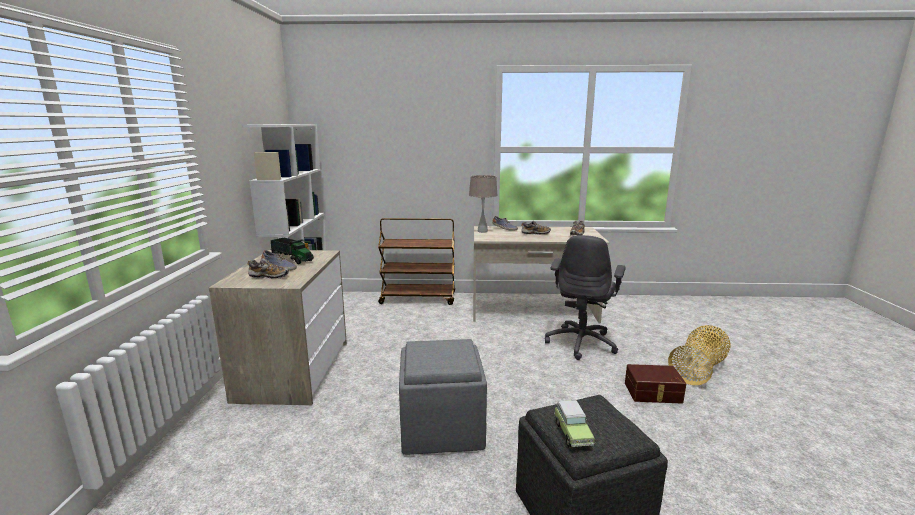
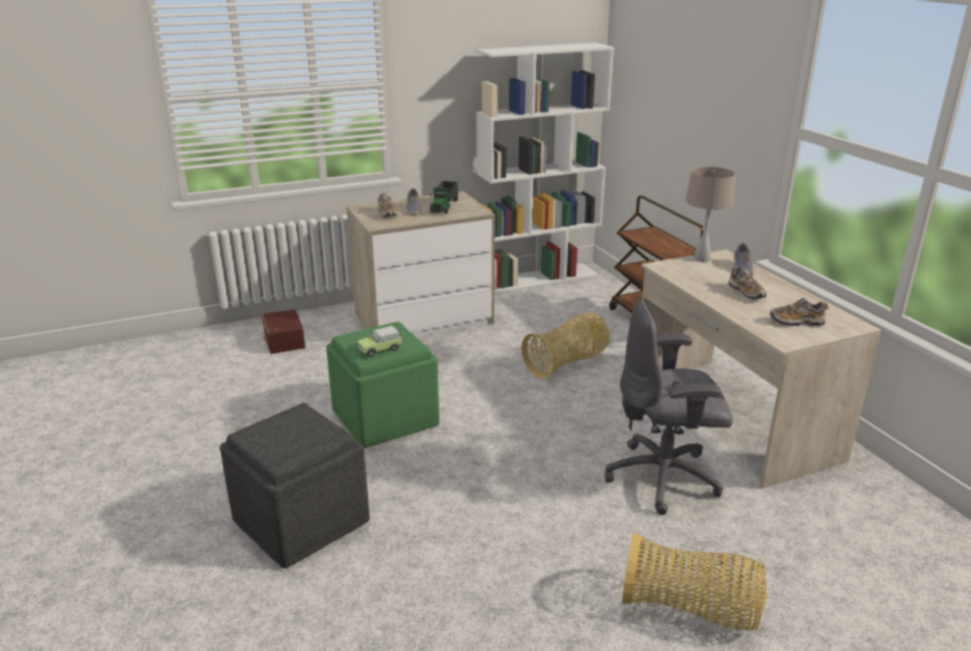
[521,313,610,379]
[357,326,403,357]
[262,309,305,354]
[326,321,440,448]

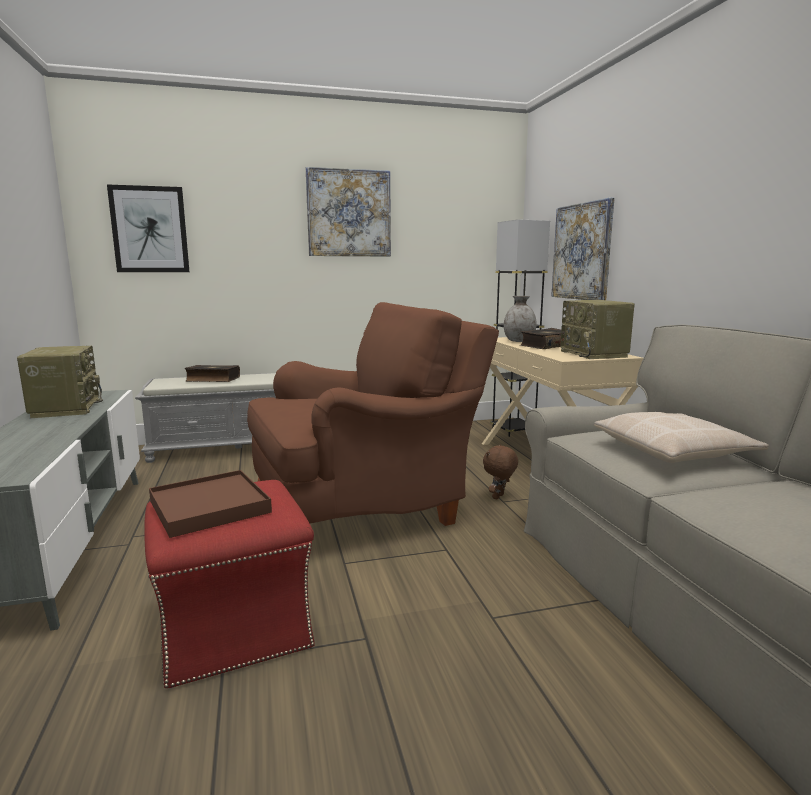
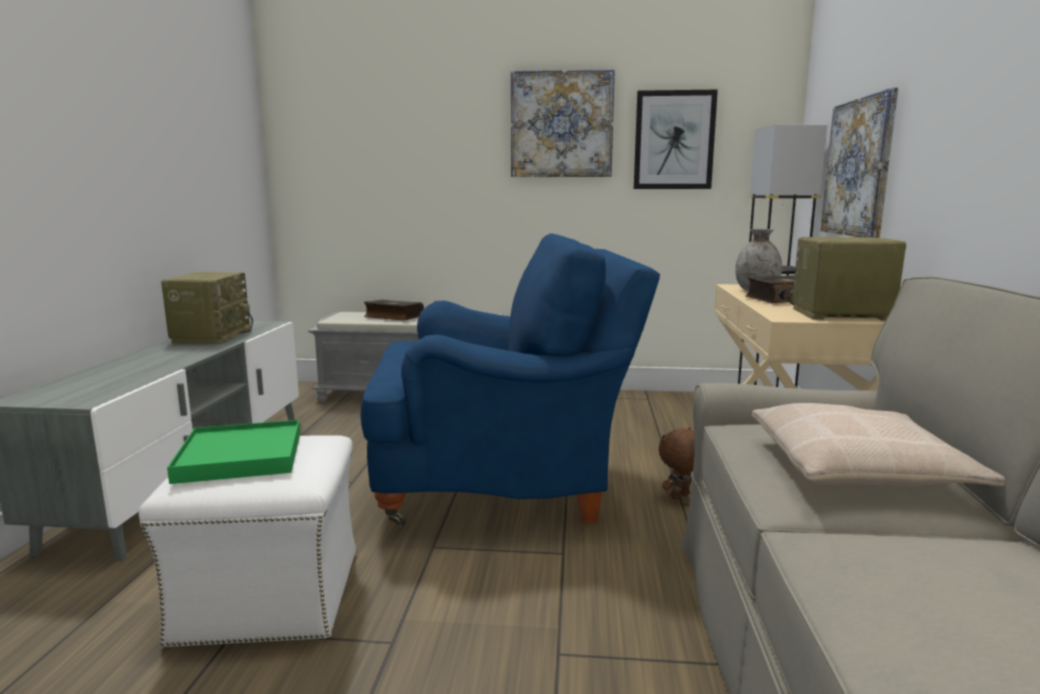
[634,90,718,189]
[139,435,357,647]
[167,420,300,484]
[361,233,660,527]
[788,237,906,321]

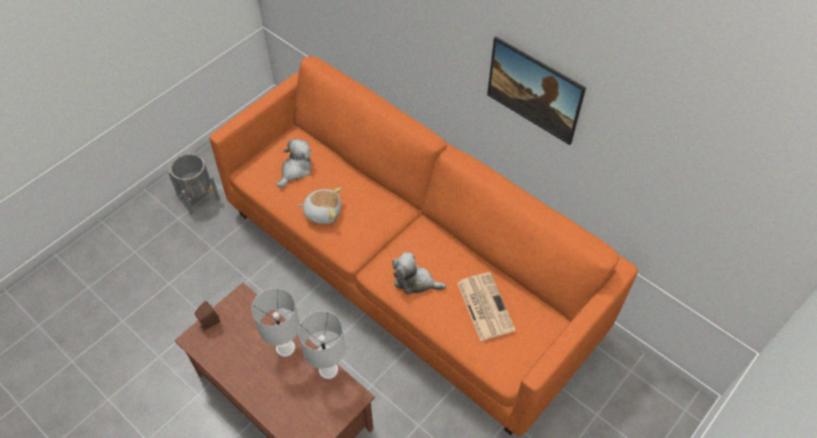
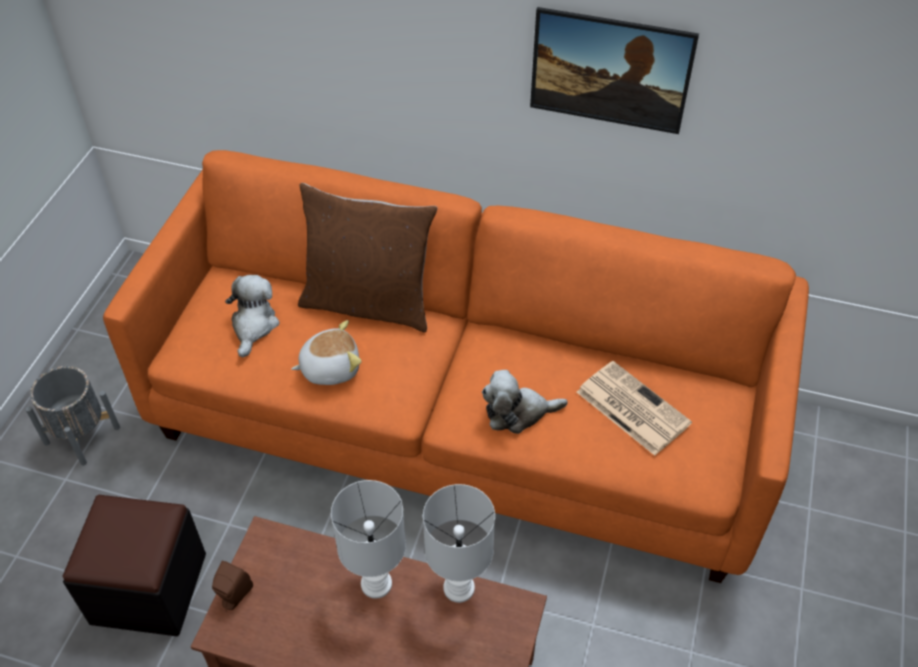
[62,495,206,636]
[298,183,437,332]

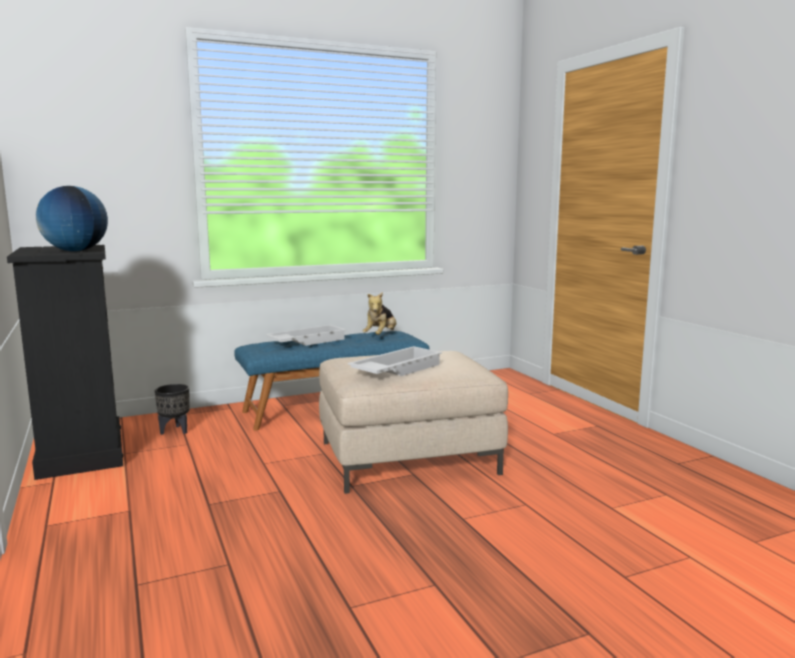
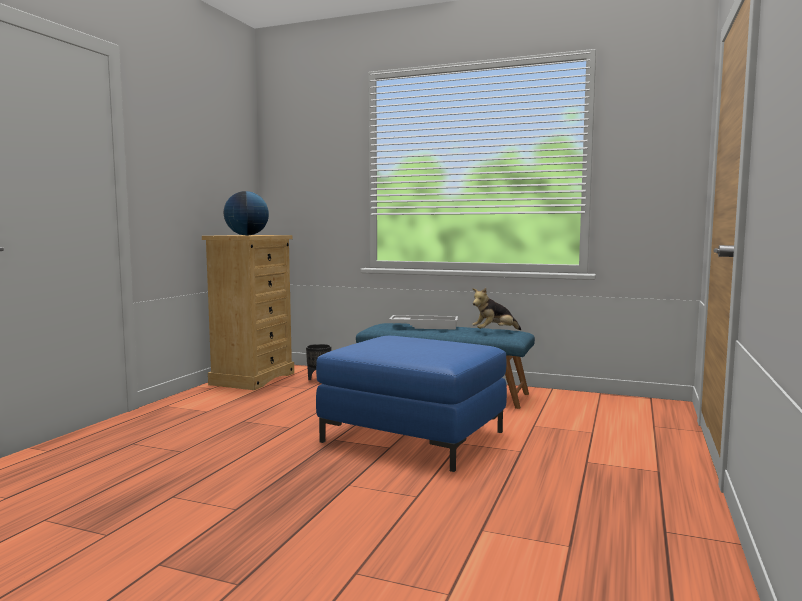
[348,346,442,376] (first image)
[202,235,294,390]
[316,336,507,472]

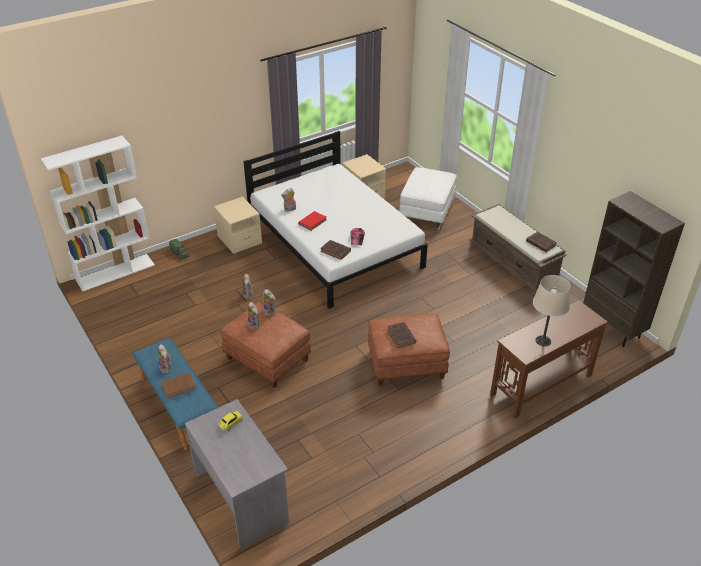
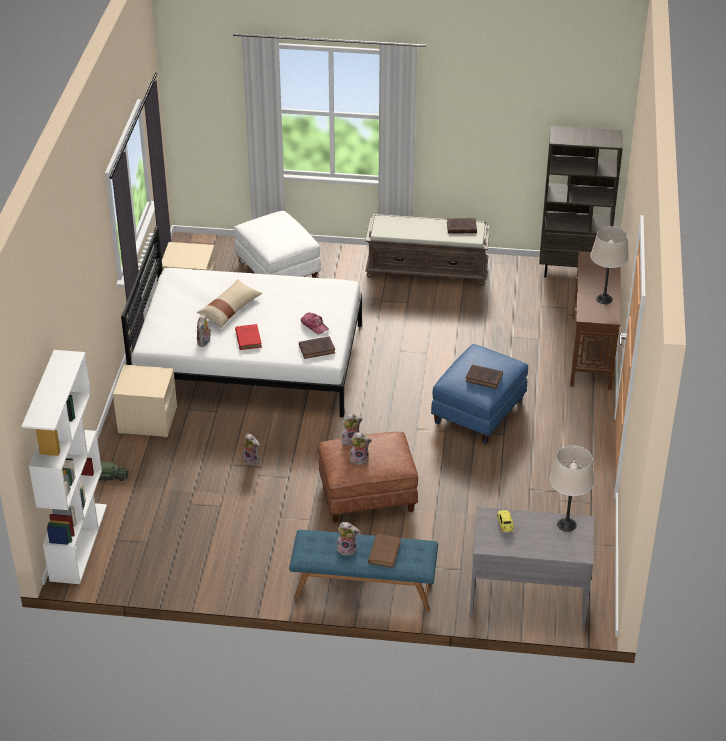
[197,279,262,328]
[550,445,594,532]
[431,344,528,444]

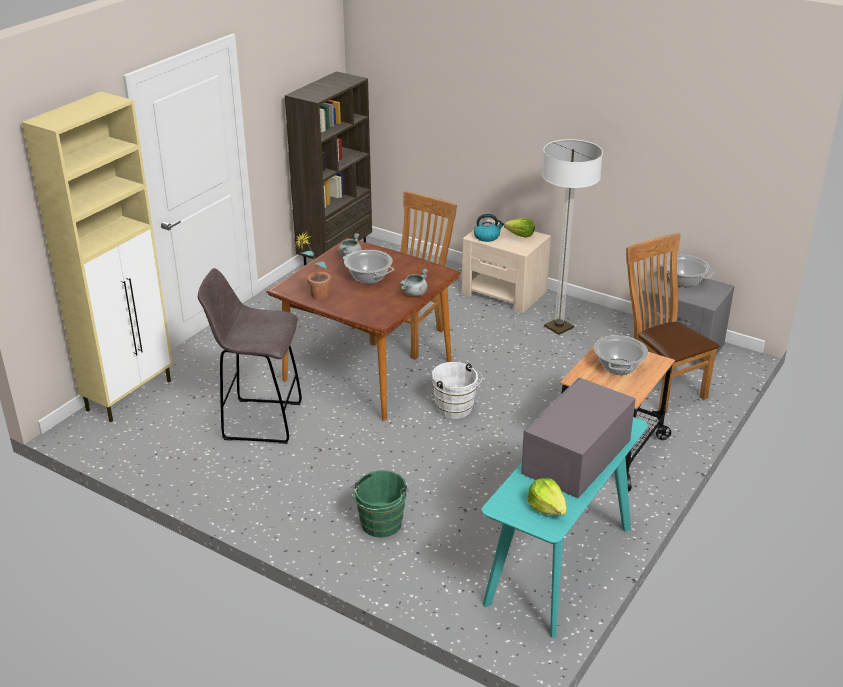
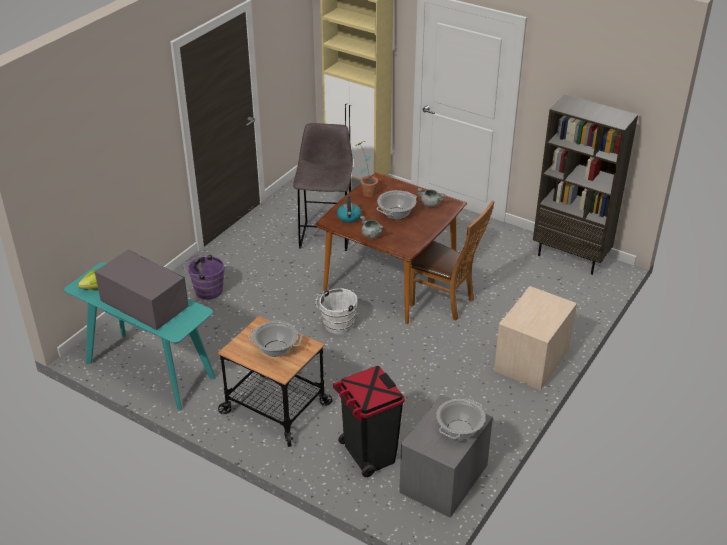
[504,218,535,238] (first image)
[542,139,603,335] (first image)
[337,196,361,223]
[333,366,405,477]
[184,254,225,300]

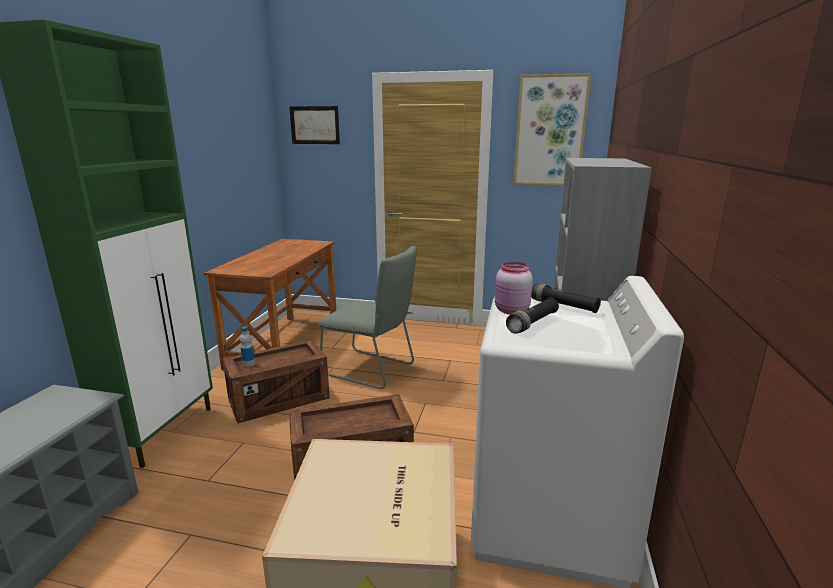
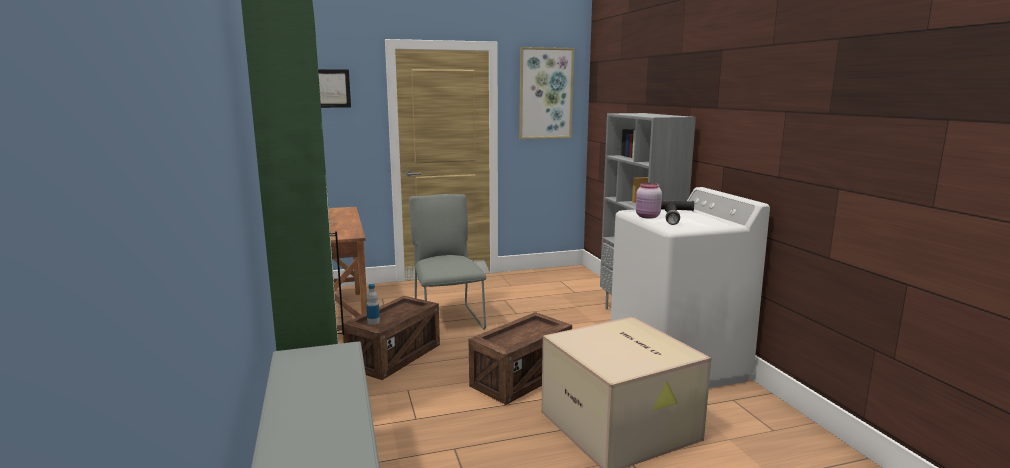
[409,194,487,330]

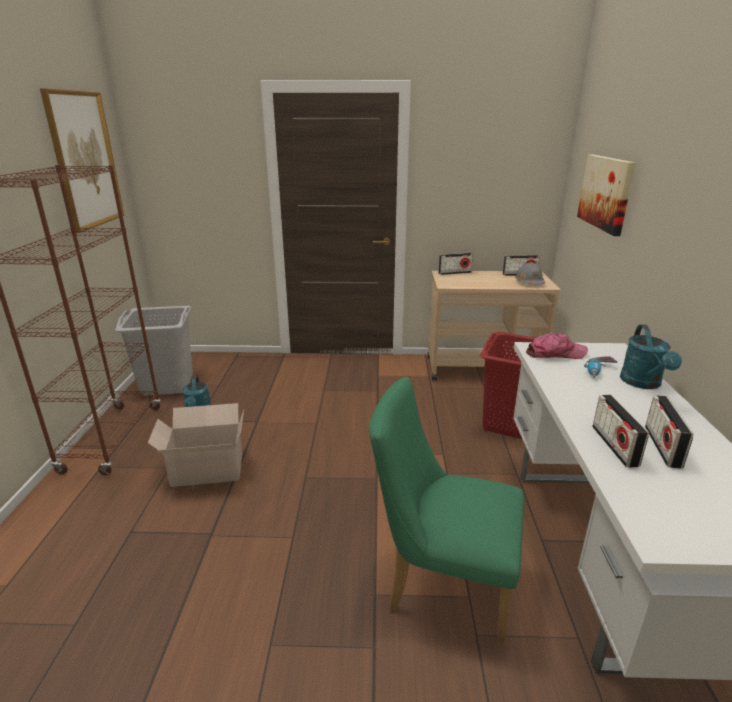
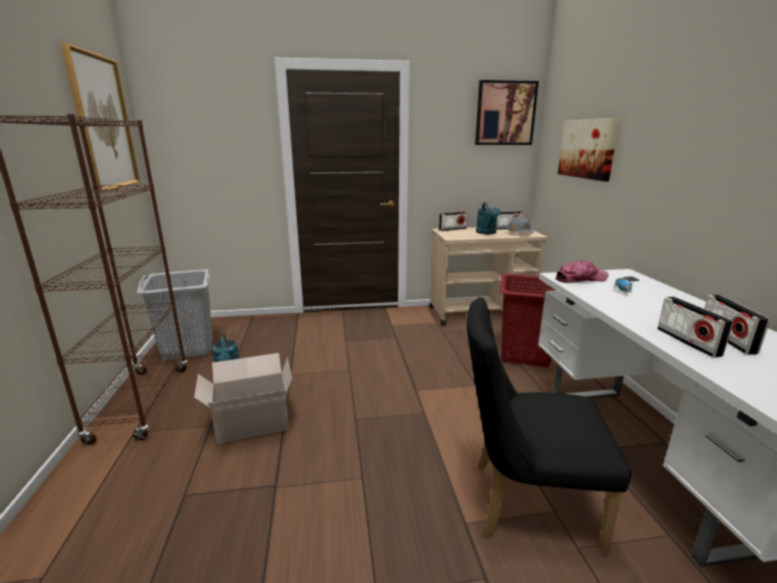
[475,80,539,145]
[476,203,500,235]
[467,297,631,555]

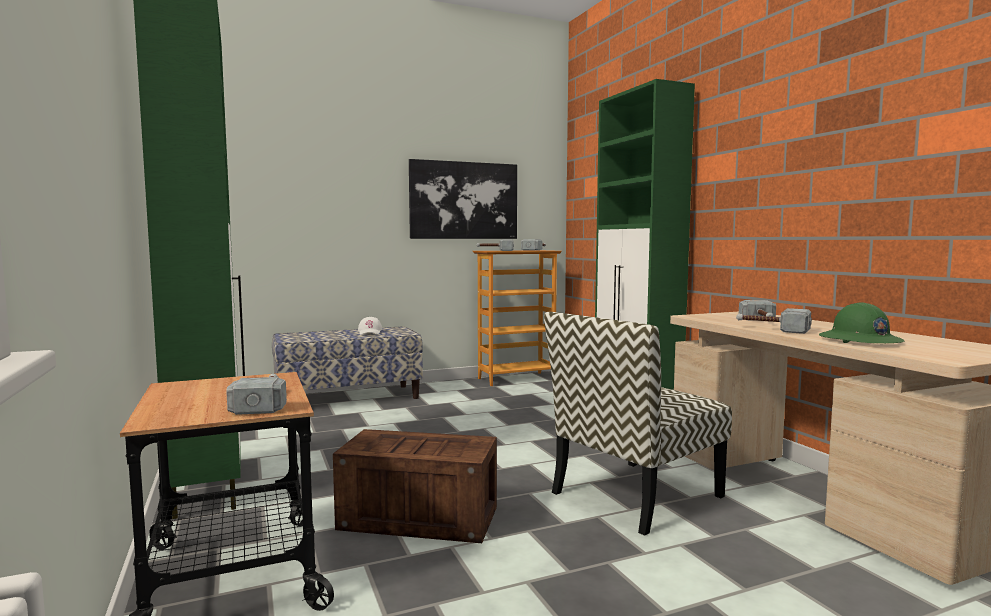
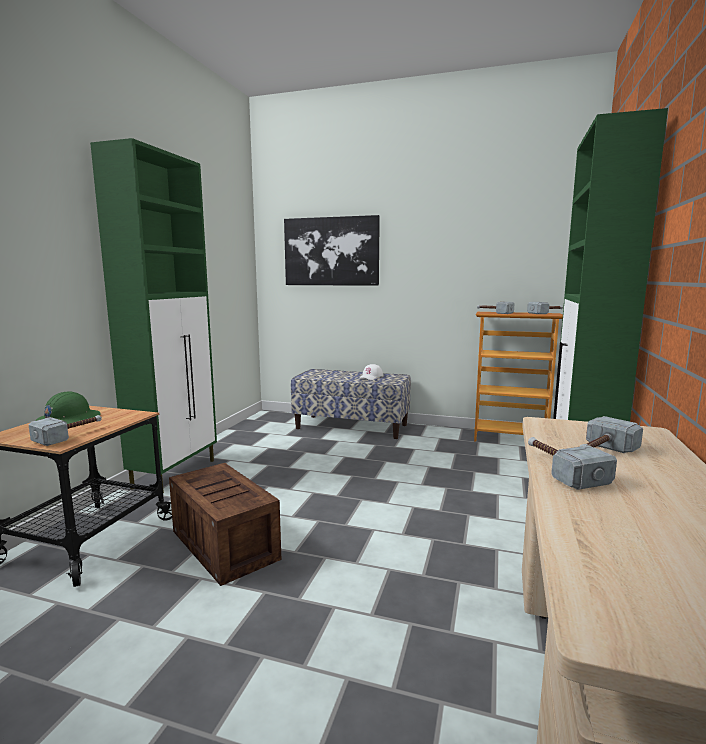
[544,312,732,536] (first image)
[284,215,380,286]
[35,392,101,424]

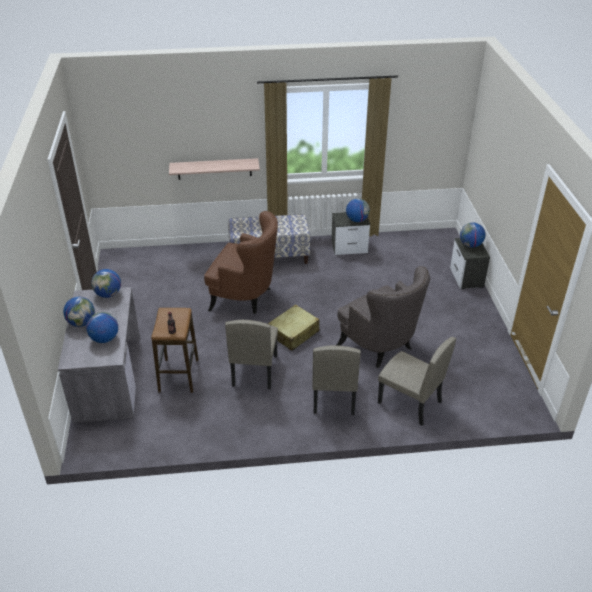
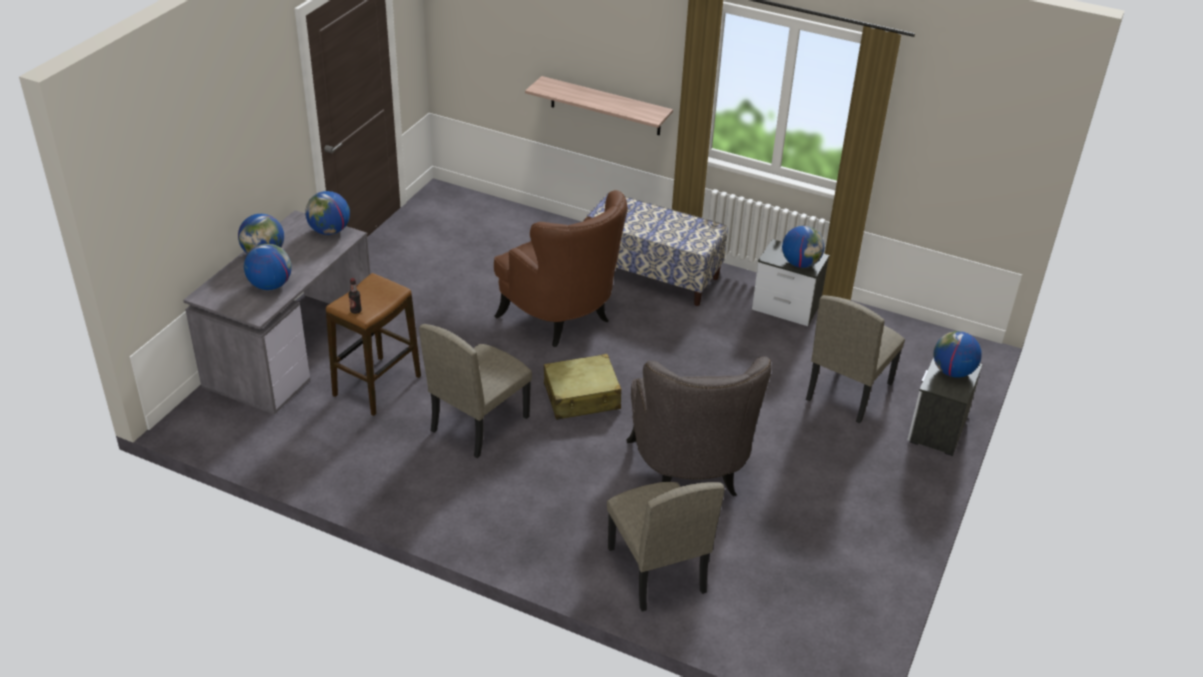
[806,295,905,423]

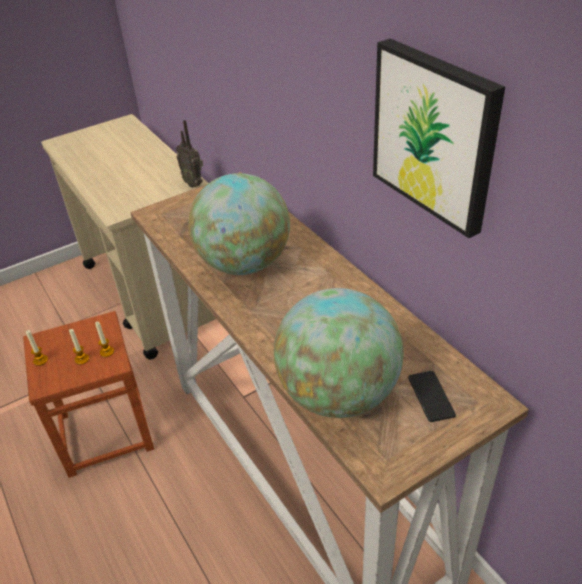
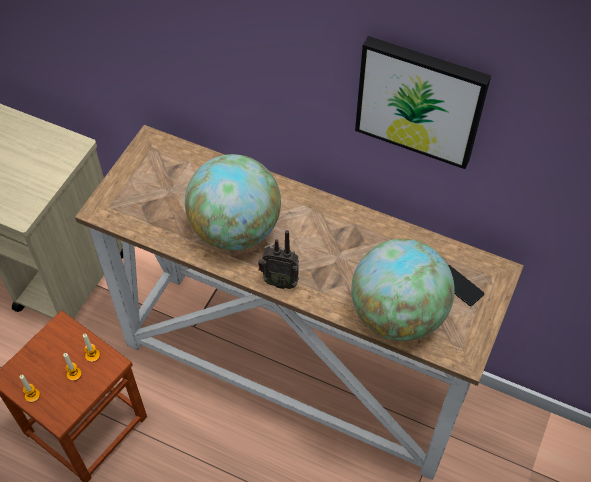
[258,230,299,289]

